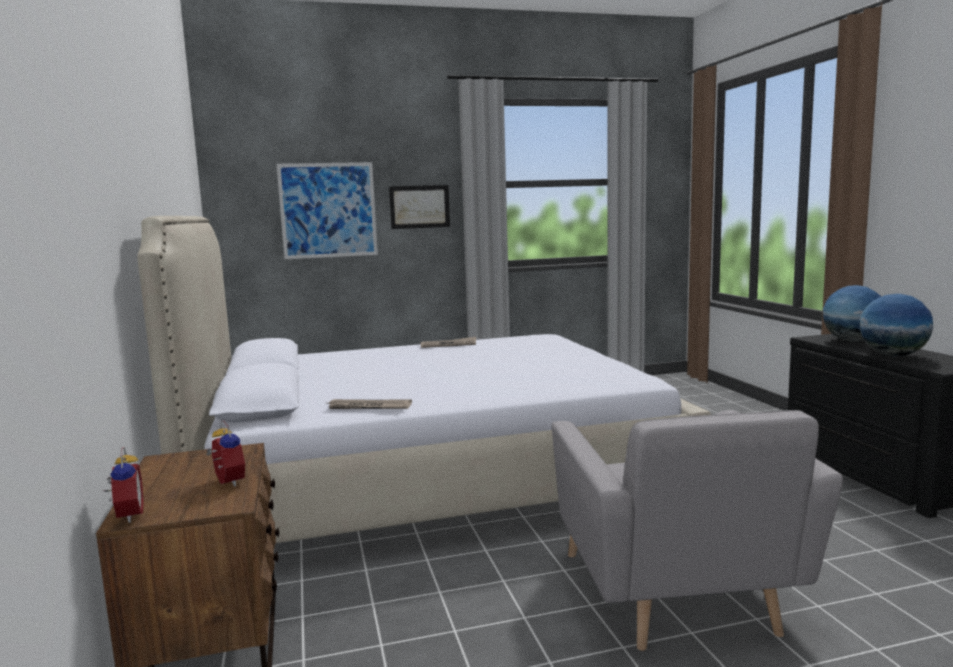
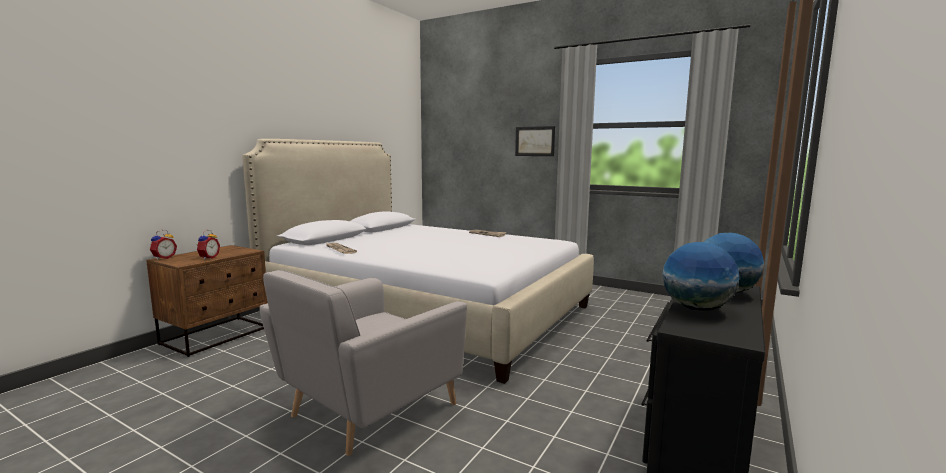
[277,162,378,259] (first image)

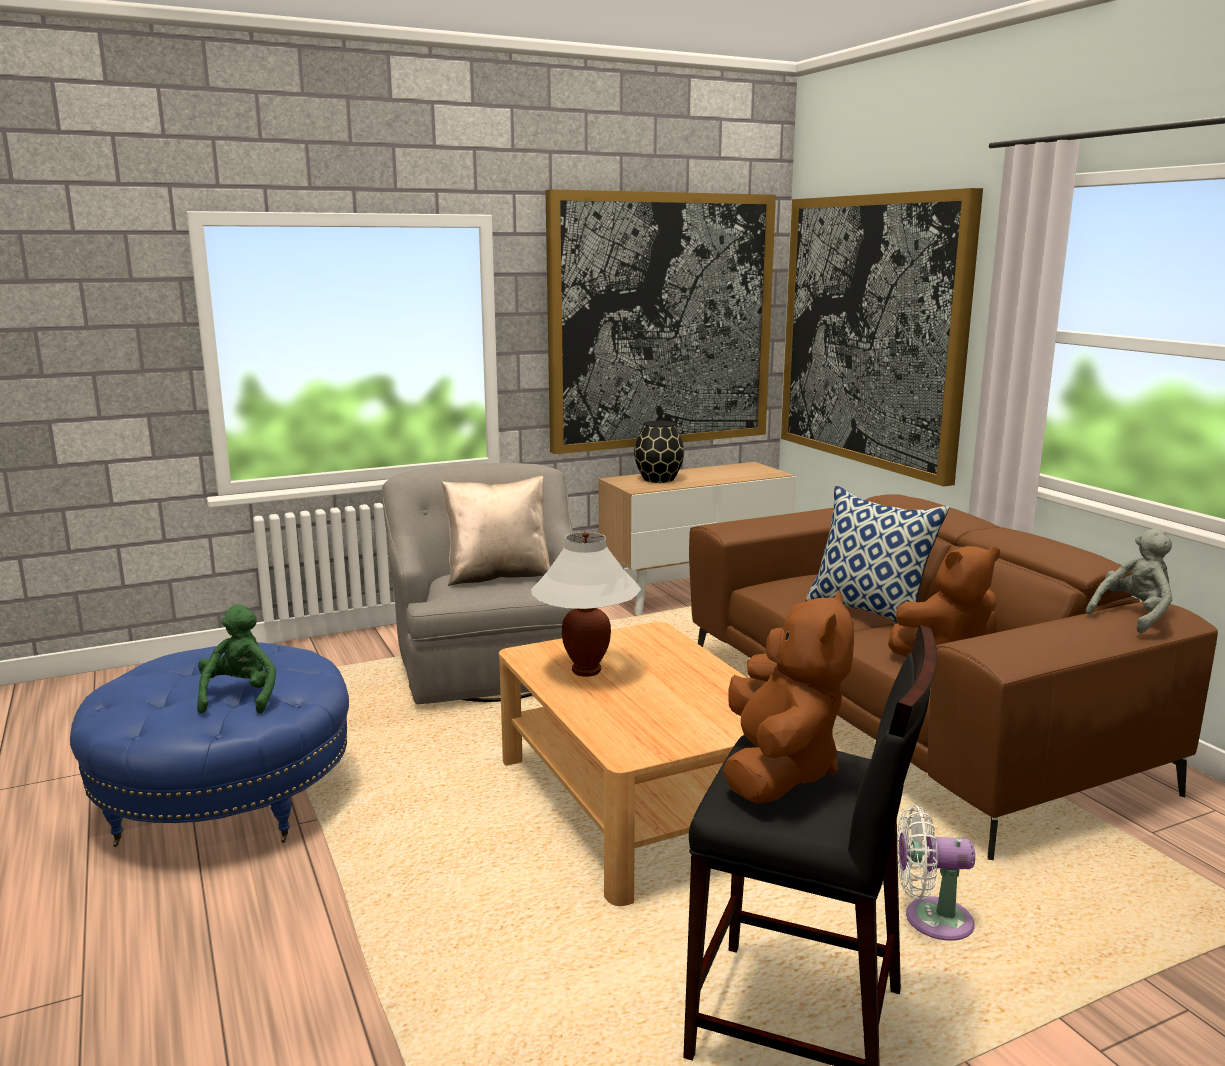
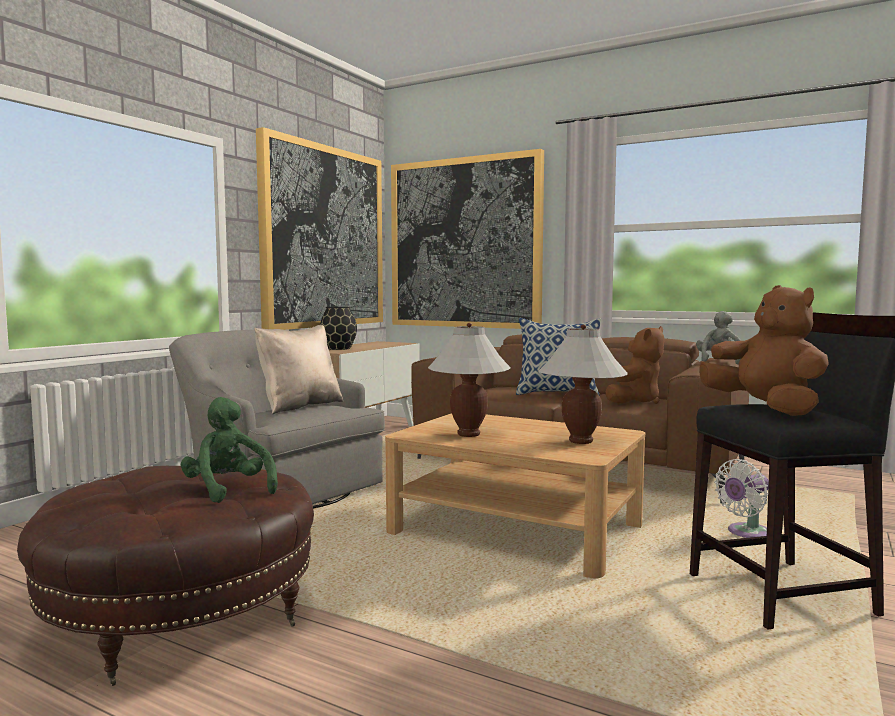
[538,324,628,444]
[17,466,314,686]

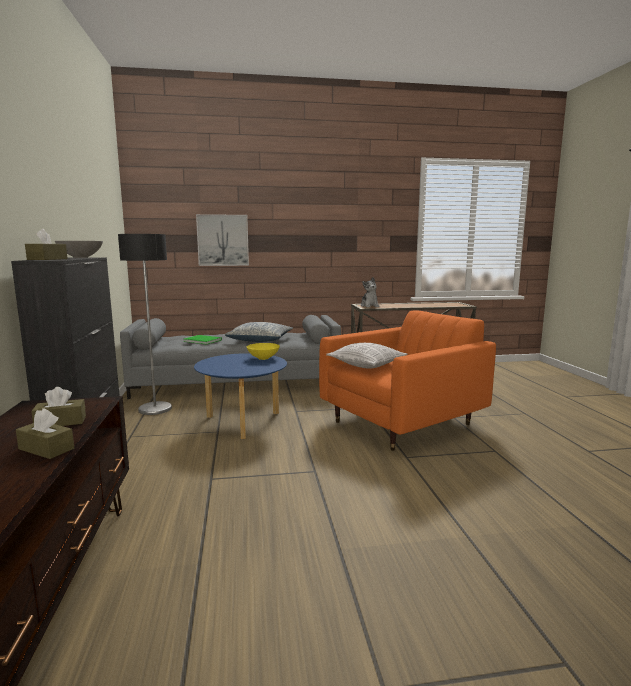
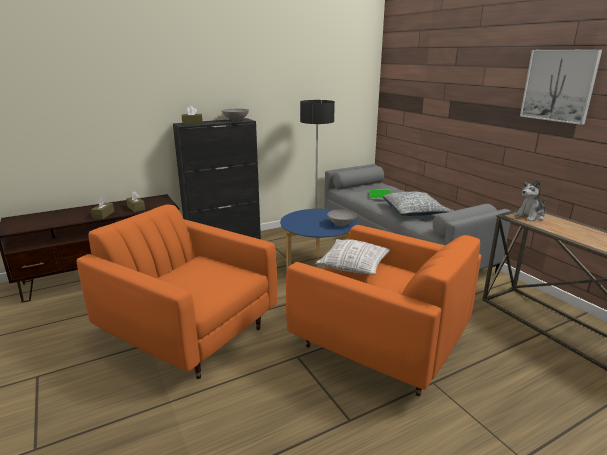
[76,205,277,379]
[520,49,602,125]
[327,209,357,226]

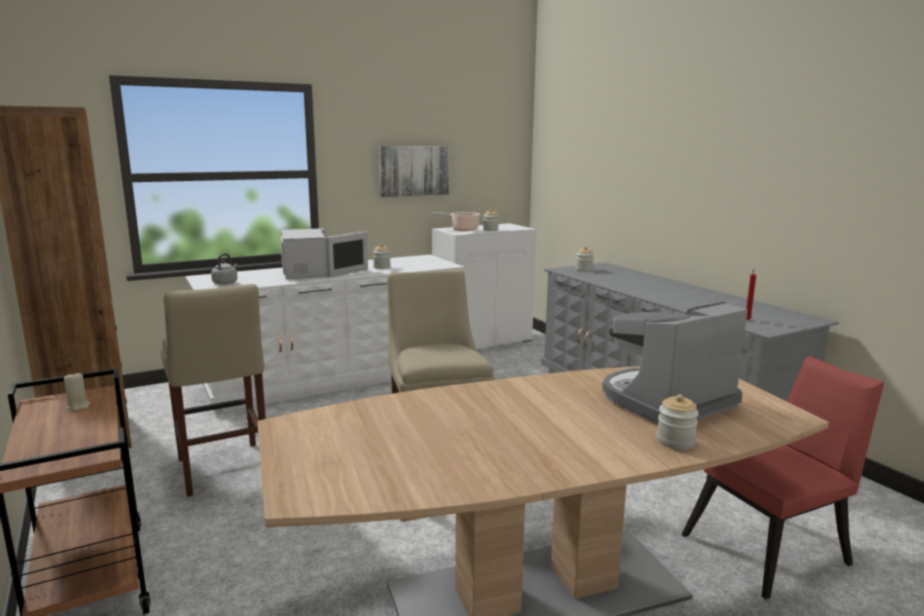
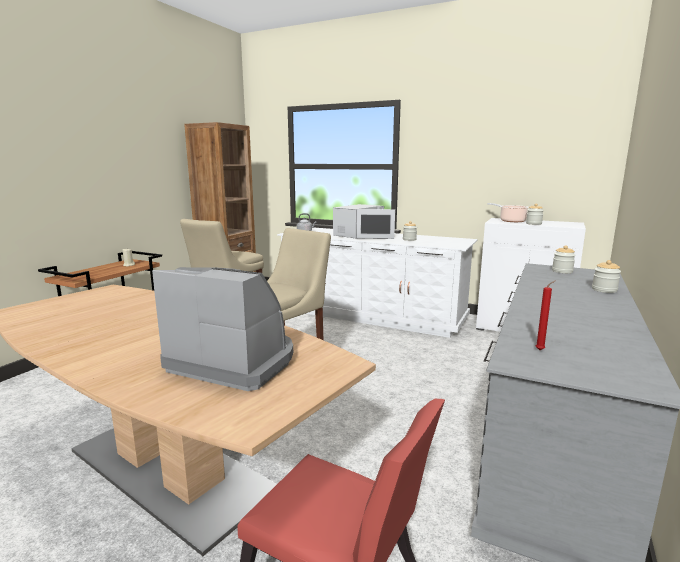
[379,146,449,197] (first image)
[592,260,621,293]

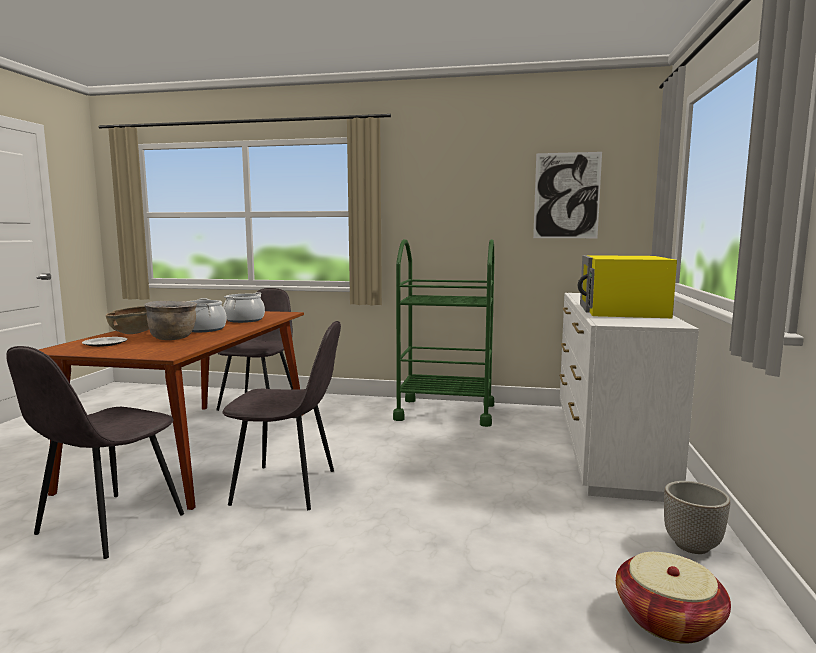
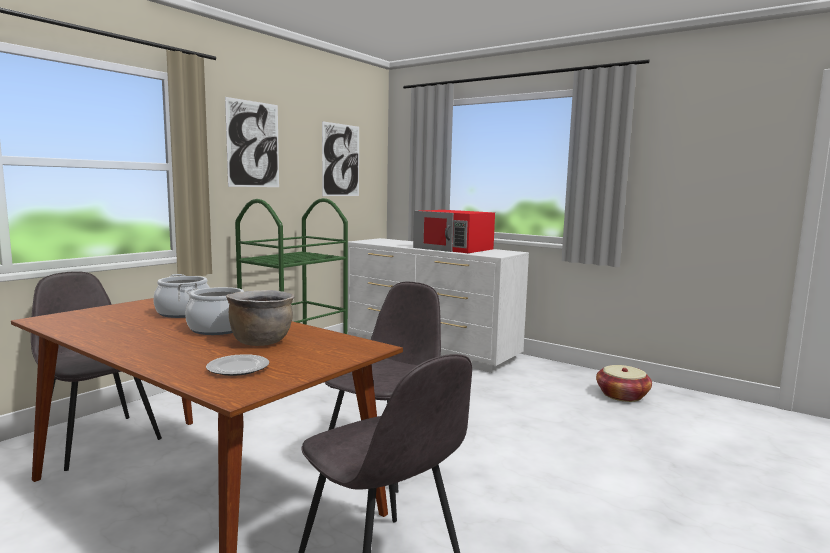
[106,306,149,334] (first image)
[664,481,730,554] (first image)
[225,97,279,187]
[413,210,495,253]

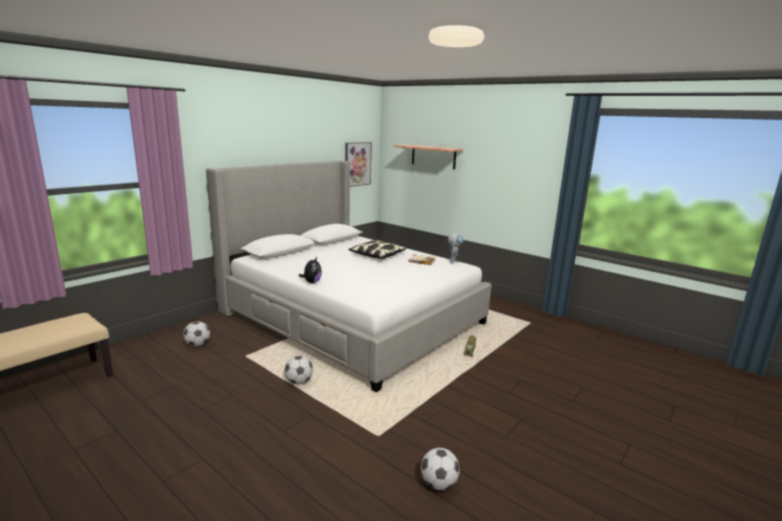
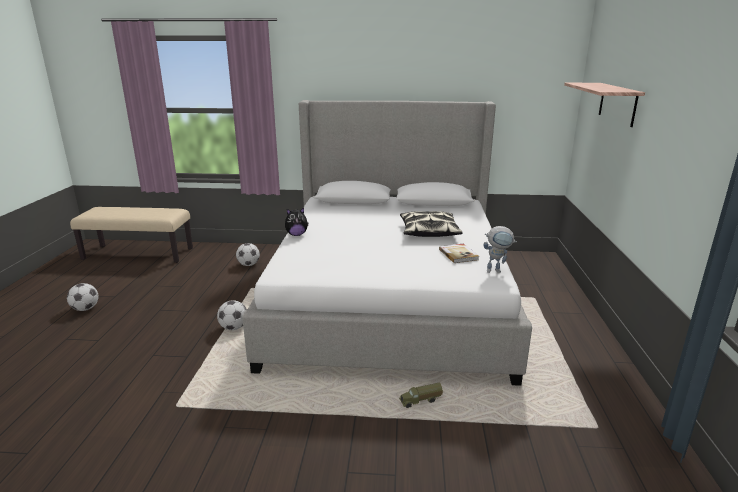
[345,142,372,187] (first image)
[67,283,99,311]

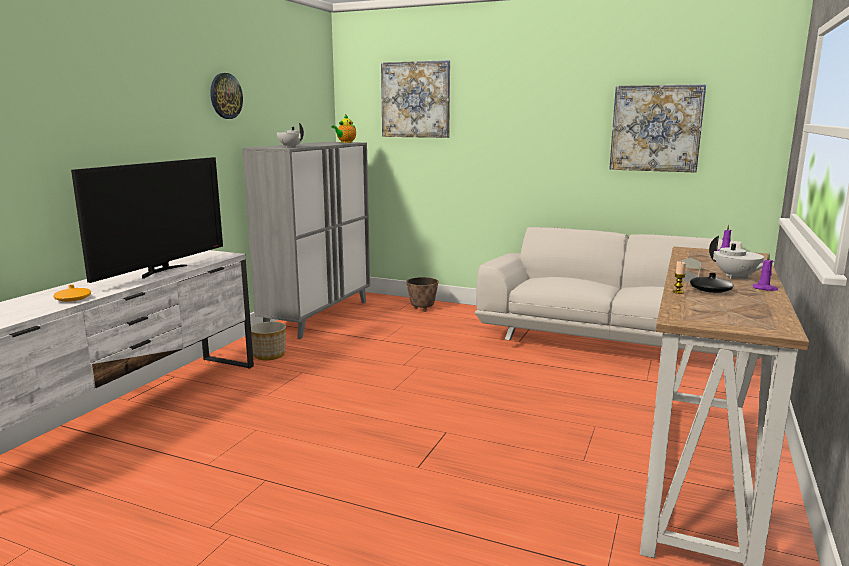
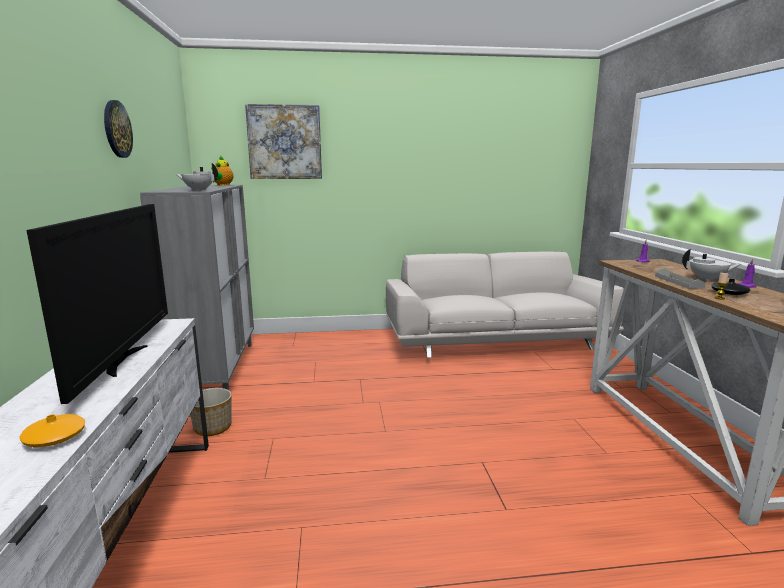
[406,277,438,312] (first image)
[609,84,706,173] (first image)

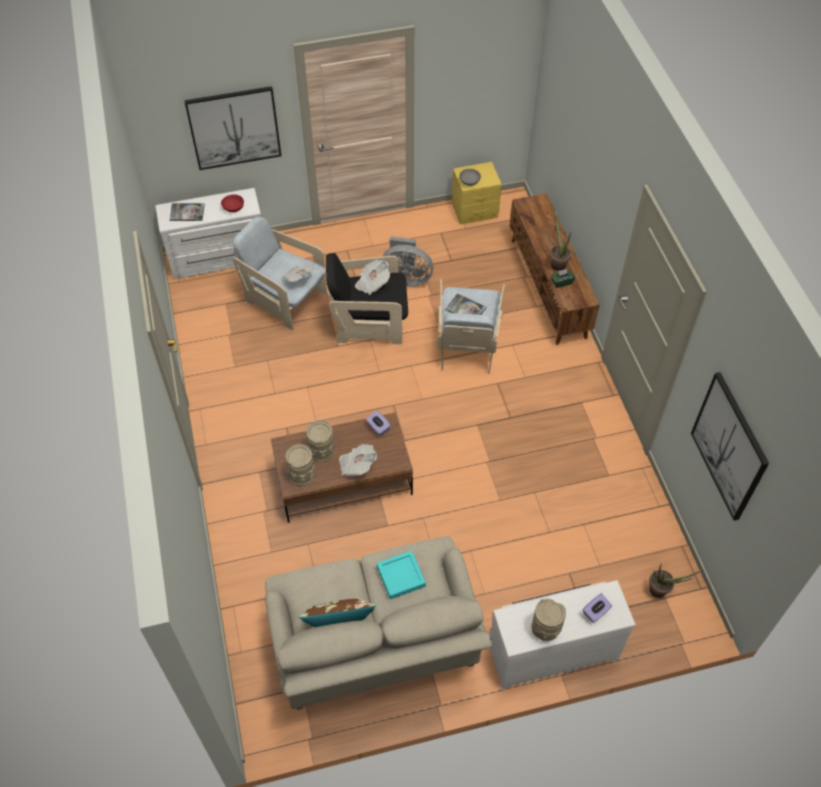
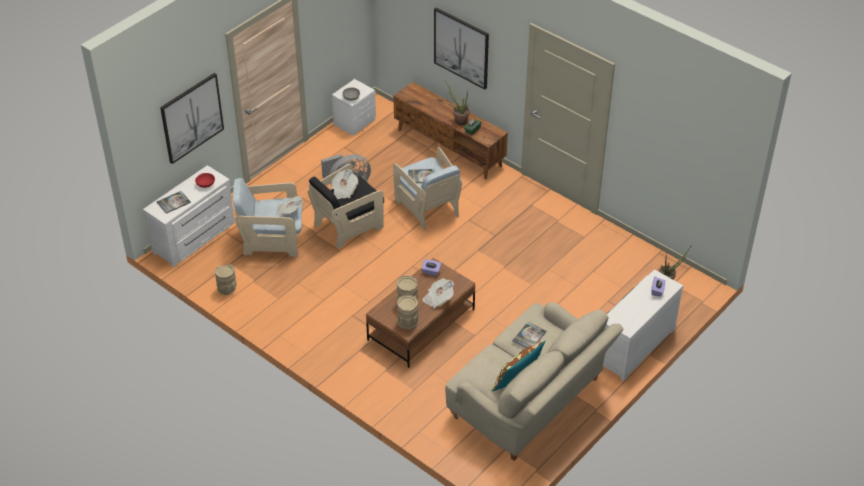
[215,264,237,295]
[434,7,489,90]
[512,322,546,348]
[332,79,376,136]

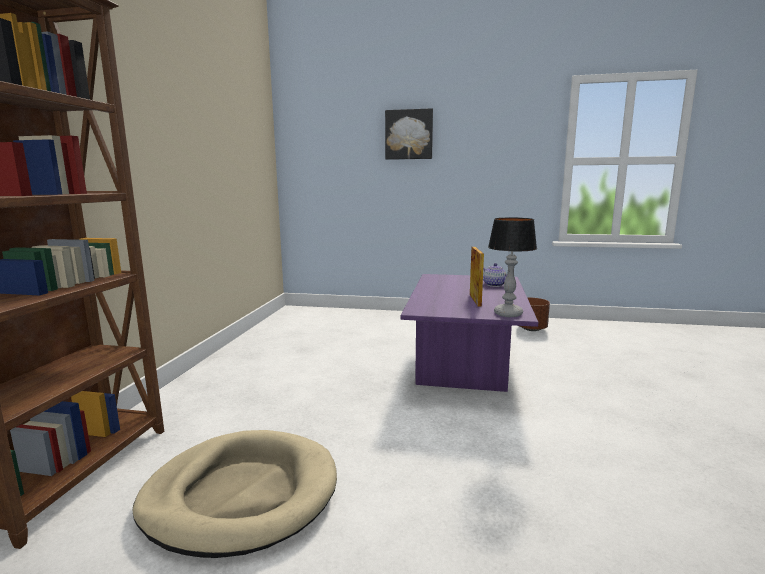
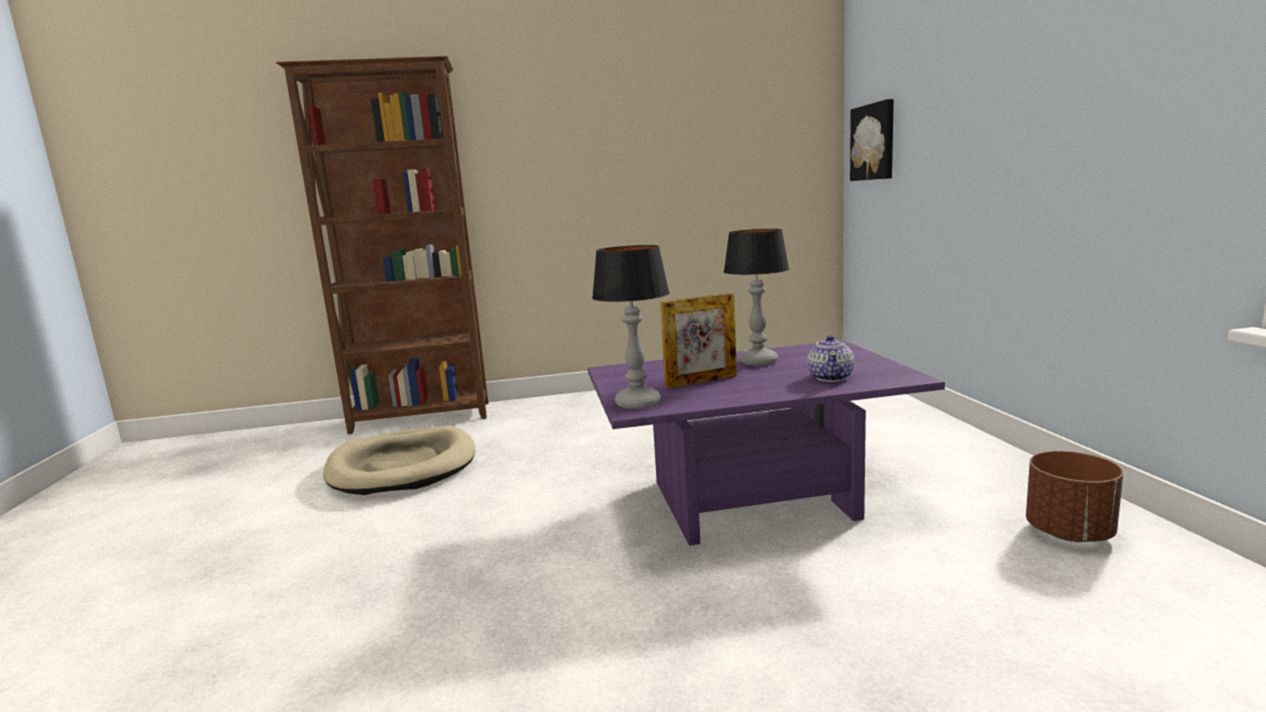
[724,229,789,366]
[850,99,894,181]

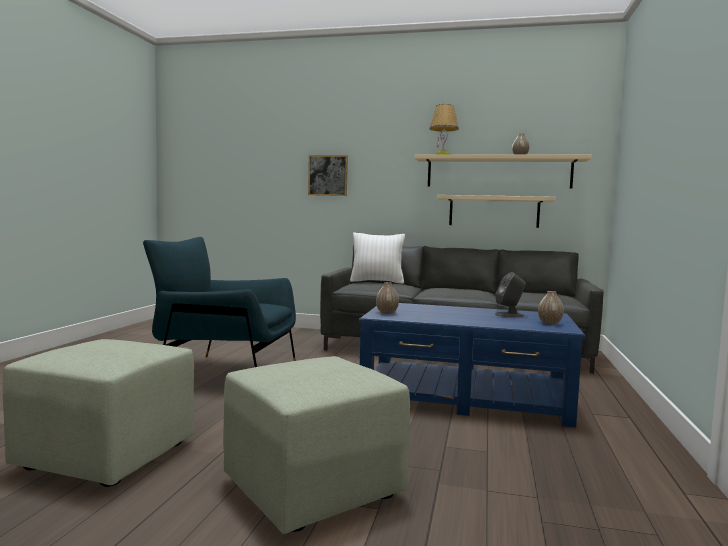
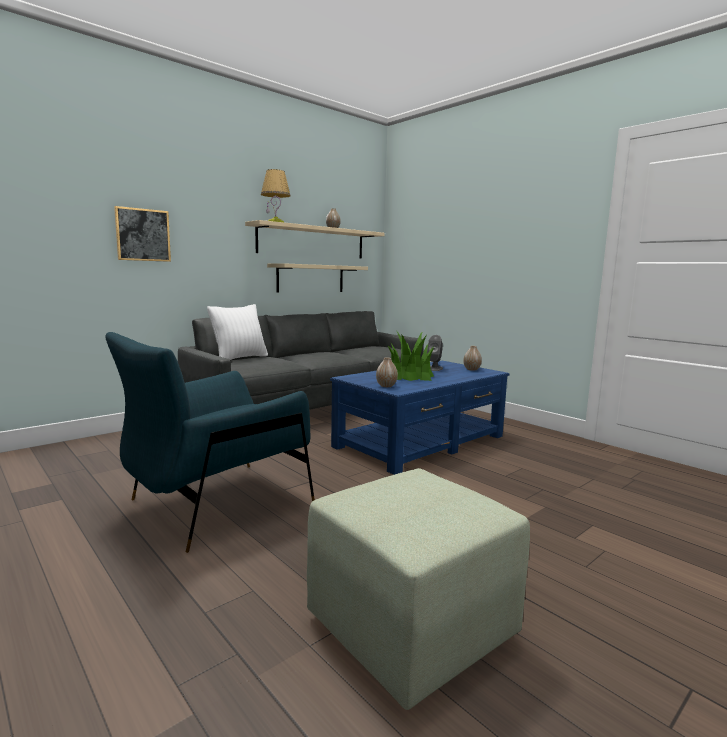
[223,356,410,534] (first image)
[388,331,434,381]

